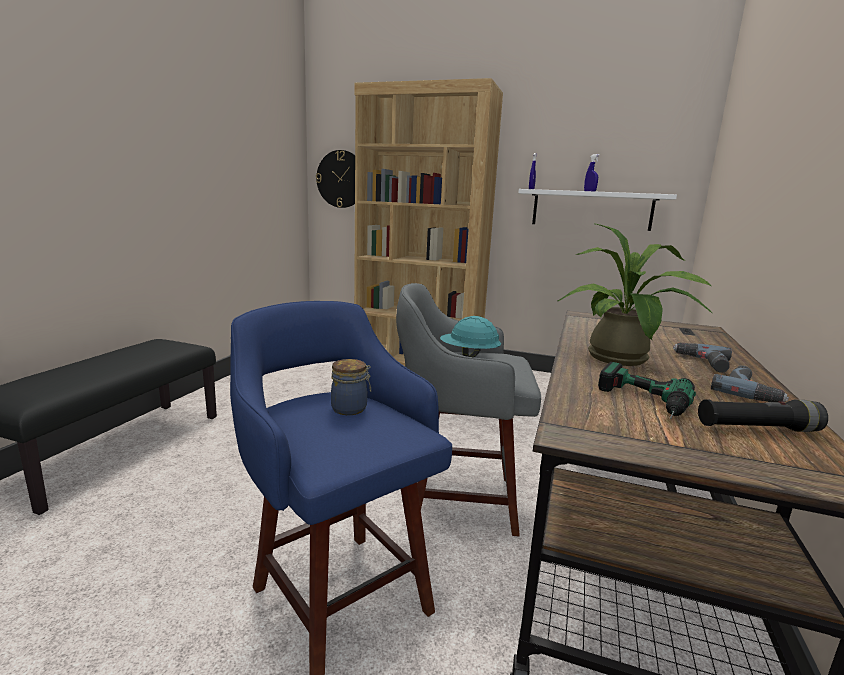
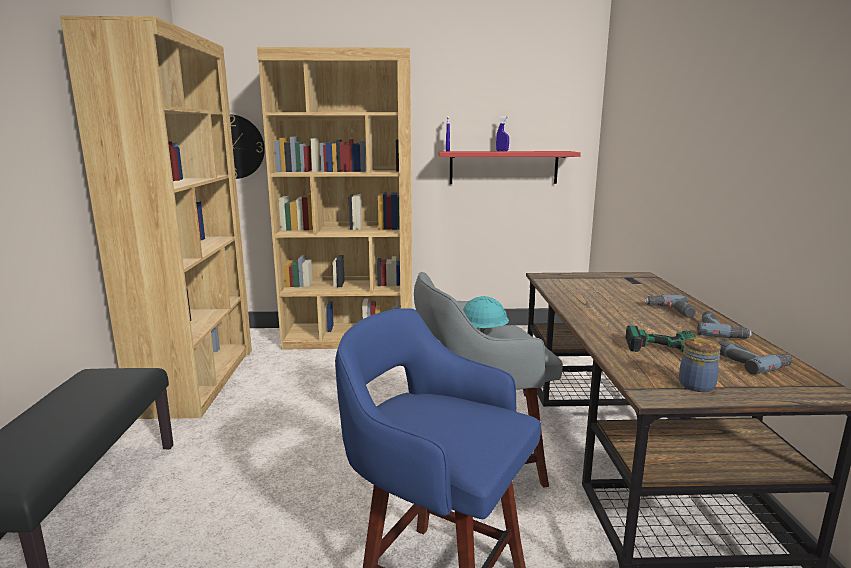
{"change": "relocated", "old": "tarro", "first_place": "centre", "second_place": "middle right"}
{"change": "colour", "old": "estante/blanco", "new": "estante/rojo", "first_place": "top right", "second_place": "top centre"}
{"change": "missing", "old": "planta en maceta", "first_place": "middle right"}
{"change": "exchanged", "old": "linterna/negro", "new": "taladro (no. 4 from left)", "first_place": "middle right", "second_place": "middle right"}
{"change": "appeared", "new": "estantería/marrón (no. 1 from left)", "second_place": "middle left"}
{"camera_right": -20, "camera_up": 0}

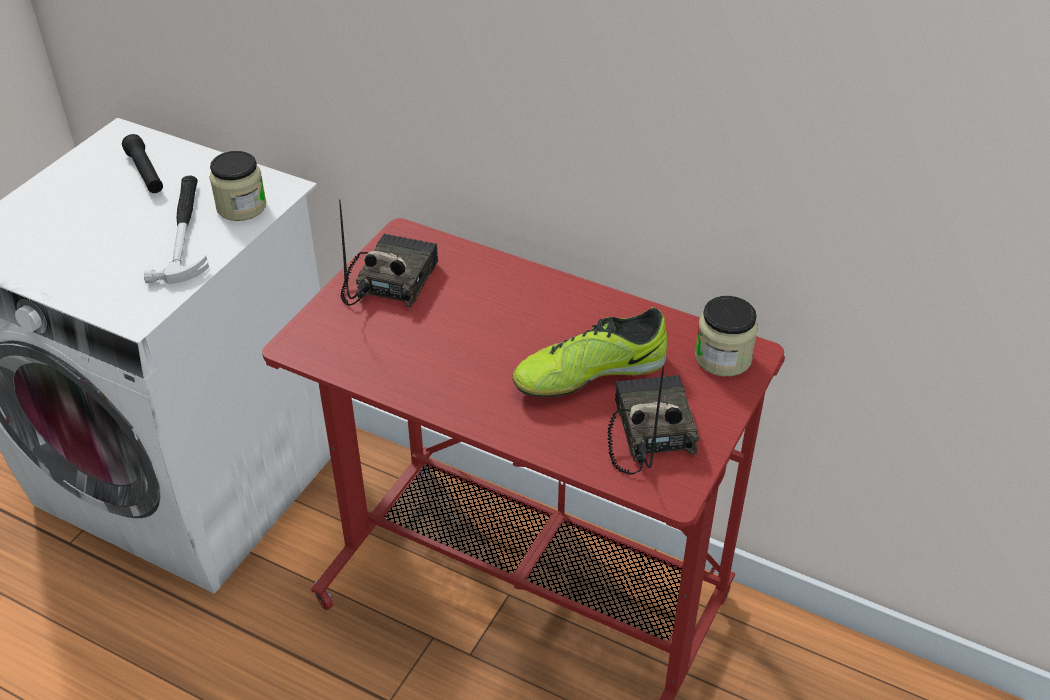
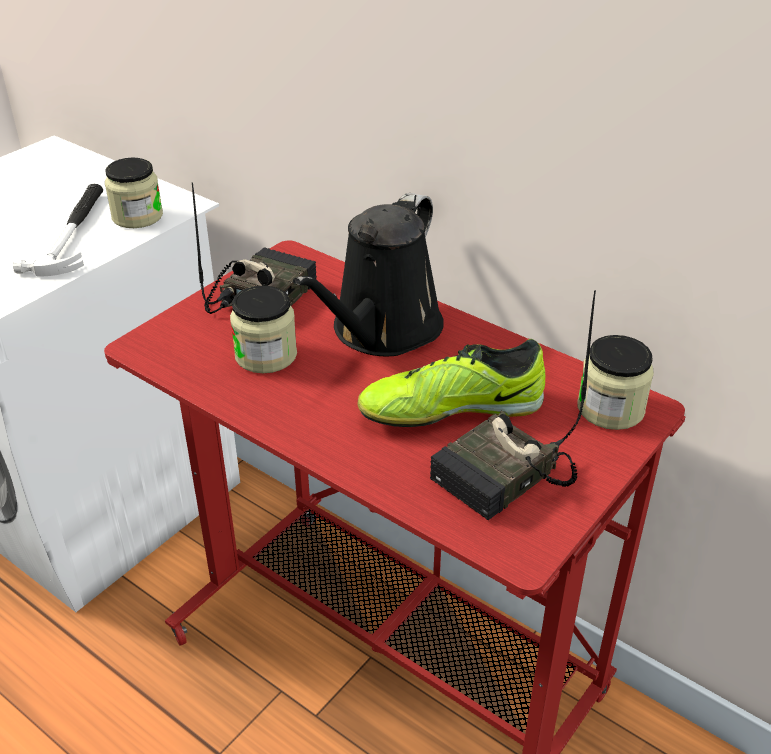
{"change": "missing", "old": "linterna/negro", "first_place": "top left"}
{"change": "spun", "old": "radio (no. 2 from left)", "first_place": "centre", "second_place": "centre", "degrees": -135}
{"change": "appeared", "new": "tarro (no. 2 from left)", "second_place": "centre"}
{"change": "appeared", "new": "regadera/negro", "second_place": "centre"}
{"camera_right": 10, "camera_up": -5}

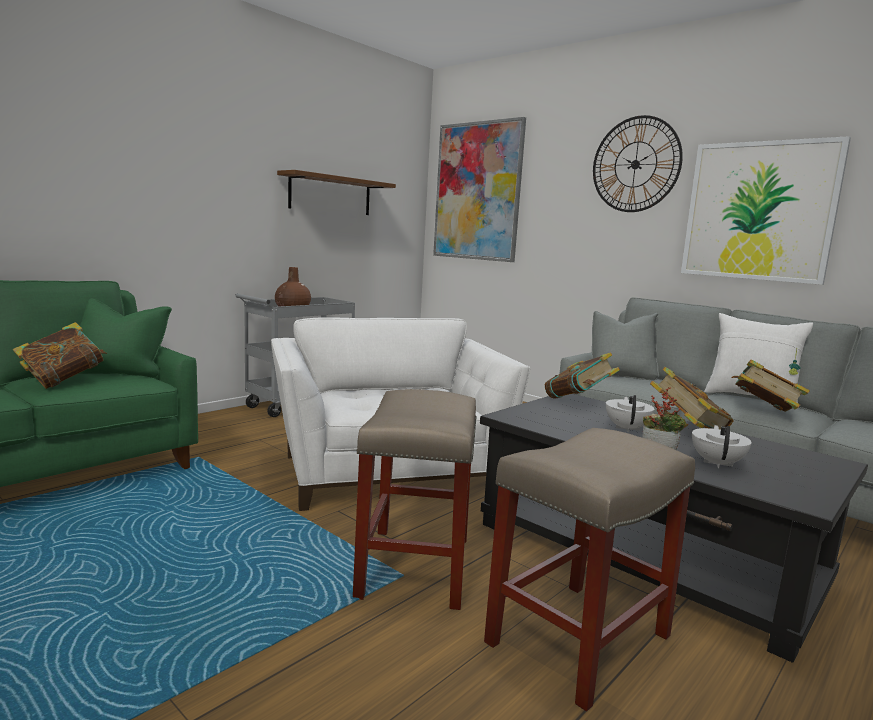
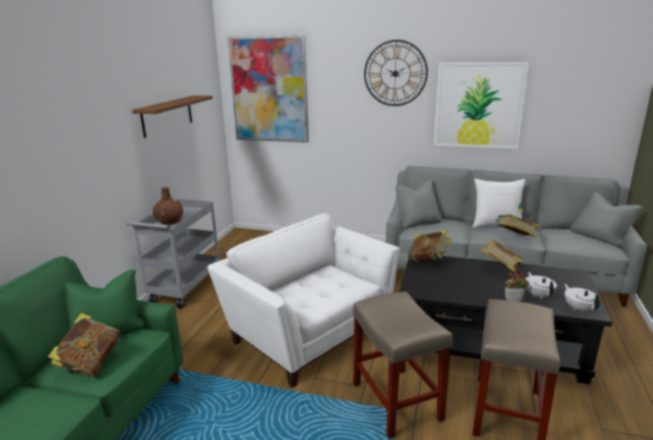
{"change": "relocated", "old": "tetera/blanco (no. 1 from left in the first image)", "new": "tetera/blanco (no. 2 from left)", "first_place": "middle right", "second_place": "bottom right"}
{"camera_right": -25, "camera_up": 10}

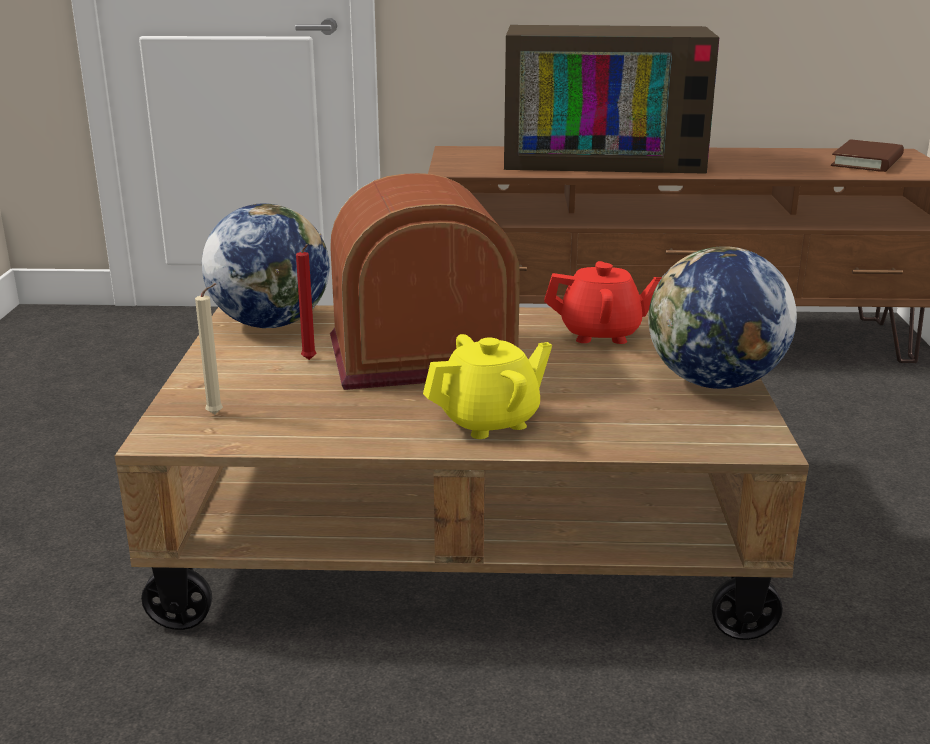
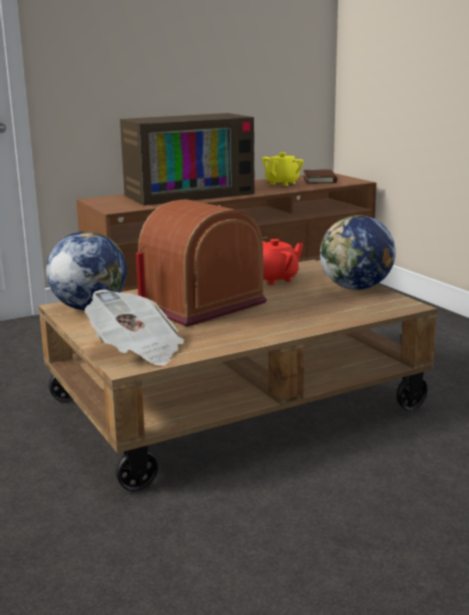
{"change": "exchanged", "old": "vela/beis", "new": "periódico", "first_place": "middle left", "second_place": "middle left"}
{"change": "relocated", "old": "tetera/amarillo", "first_place": "centre", "second_place": "top centre"}
{"camera_right": -30, "camera_up": -5}

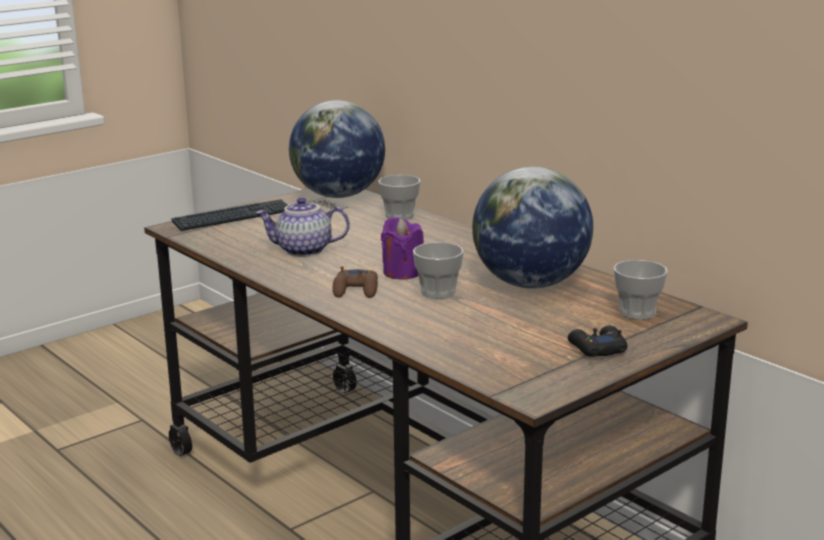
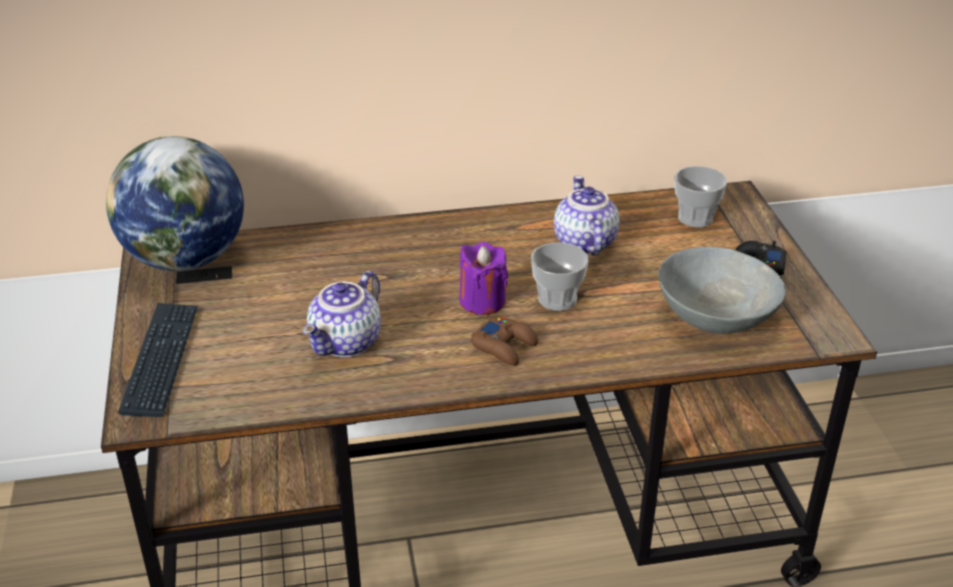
{"change": "missing", "old": "taza (no. 1 from left)", "first_place": "centre"}
{"change": "exchanged", "old": "globo terráqueo (no. 2 from left)", "new": "tetera (no. 2 from left)", "first_place": "centre", "second_place": "centre"}
{"change": "appeared", "new": "cuenco/gris", "second_place": "middle right"}
{"camera_right": -60, "camera_up": 15}

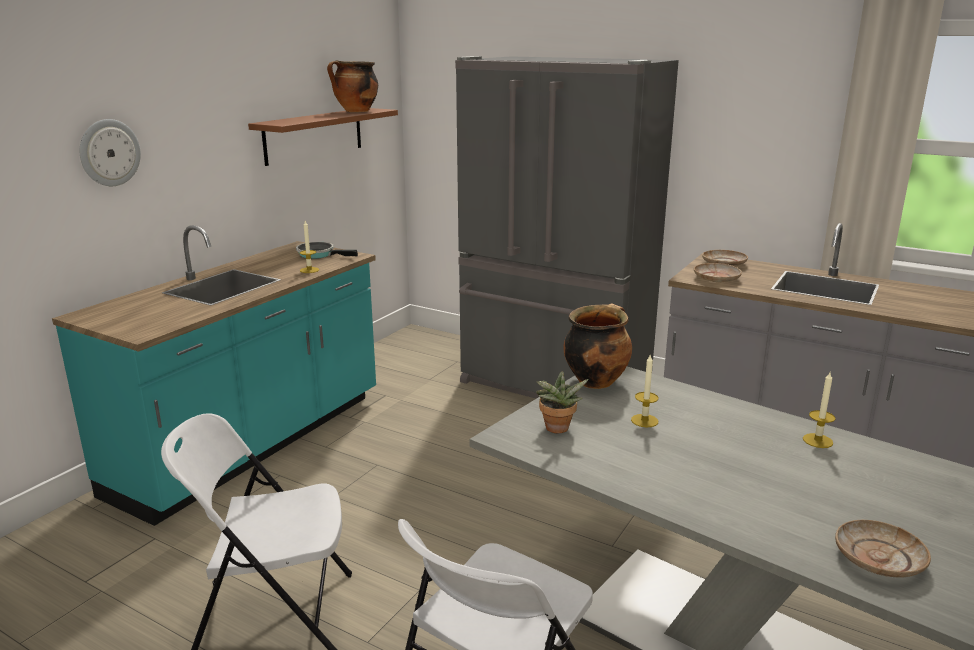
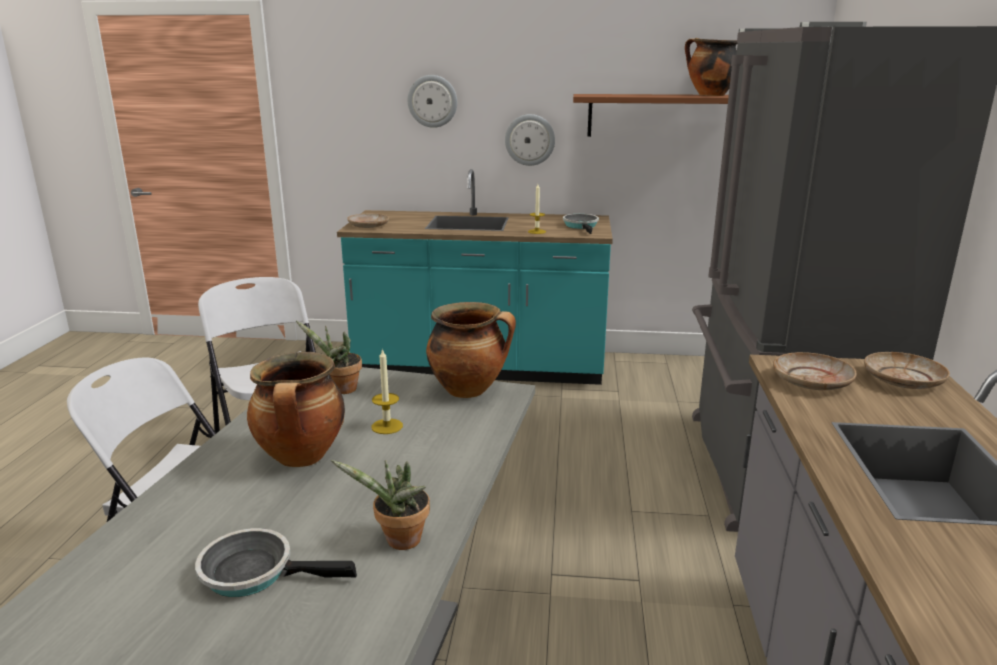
{"change": "exchanged", "old": "vela (no. 3 from left)", "new": "planta en maceta (no. 2 from left)", "first_place": "middle right", "second_place": "bottom centre"}
{"change": "relocated", "old": "plato/beis (no. 3 from left in the first image)", "new": "plato/beis (no. 1 from left)", "first_place": "bottom right", "second_place": "top centre"}
{"change": "appeared", "new": "sartén (no. 1 from left)", "second_place": "bottom left"}
{"change": "appeared", "new": "olla (no. 1 from left)", "second_place": "middle left"}
{"change": "appeared", "new": "reloj de pared (no. 2 from left)", "second_place": "top centre"}
{"camera_right": 65, "camera_up": 0}

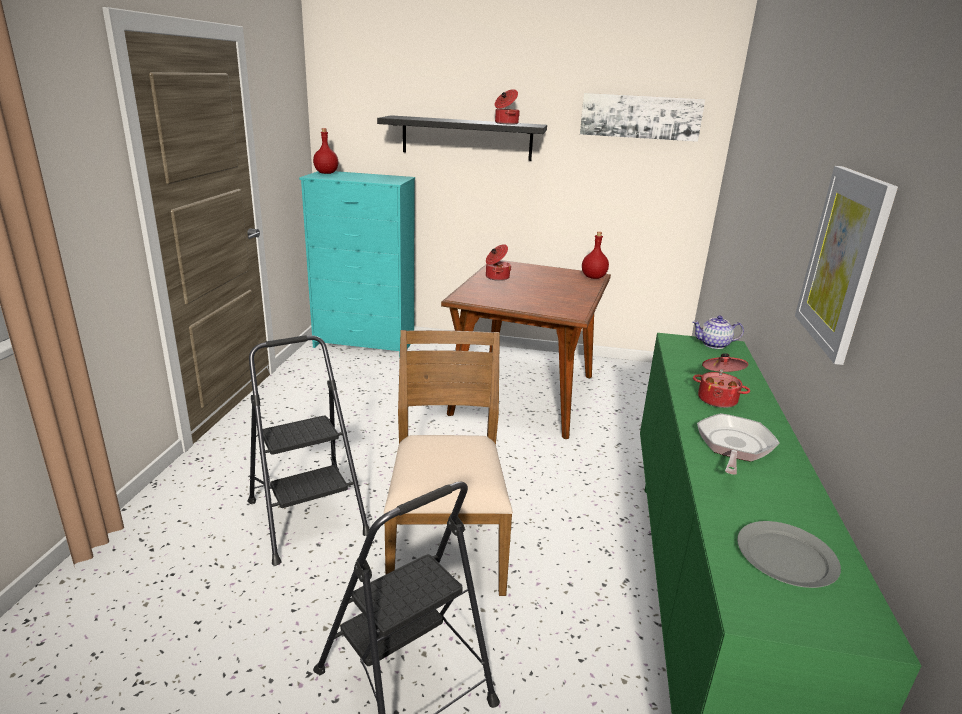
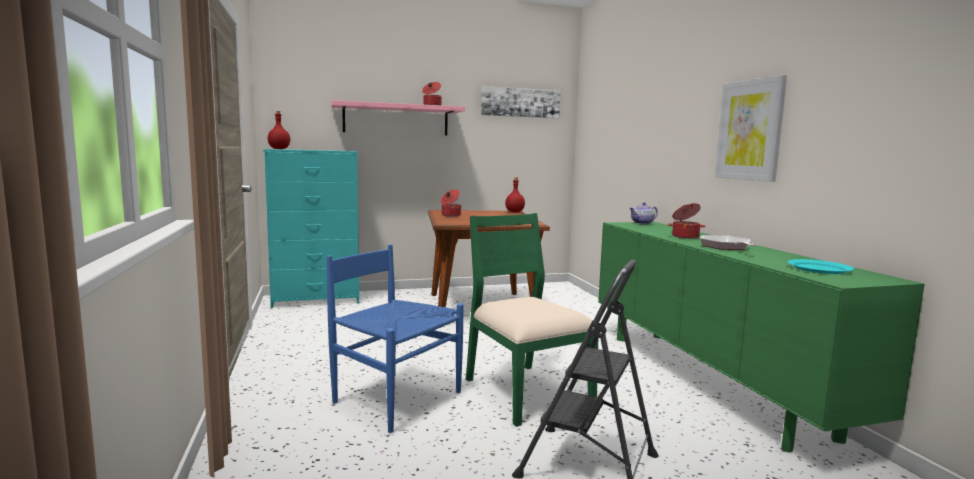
{"change": "exchanged", "old": "escalera de tijera/negro (no. 1 from left)", "new": "silla/azul", "first_place": "middle left", "second_place": "bottom centre"}
{"change": "colour", "old": "estante/negro", "new": "estante/rosa", "first_place": "top centre", "second_place": "top centre"}
{"change": "colour", "old": "silla/marrón", "new": "silla/verde", "first_place": "centre", "second_place": "bottom centre"}
{"change": "colour", "old": "plato/gris", "new": "plato/turquesa", "first_place": "bottom right", "second_place": "middle right"}
{"camera_right": -25, "camera_up": -15}

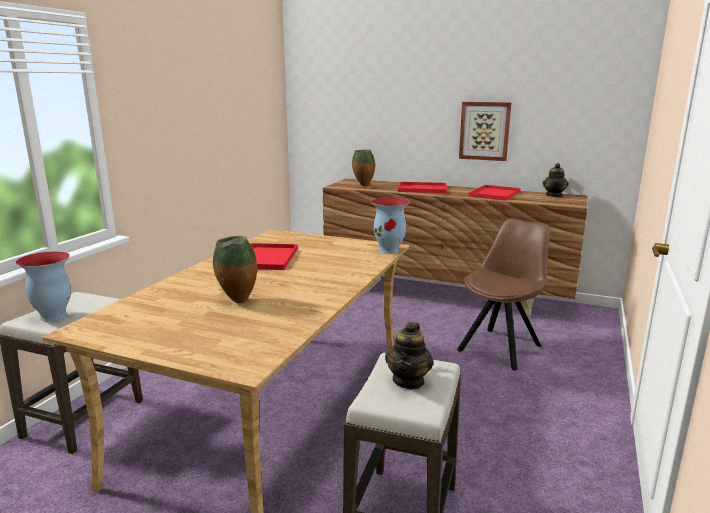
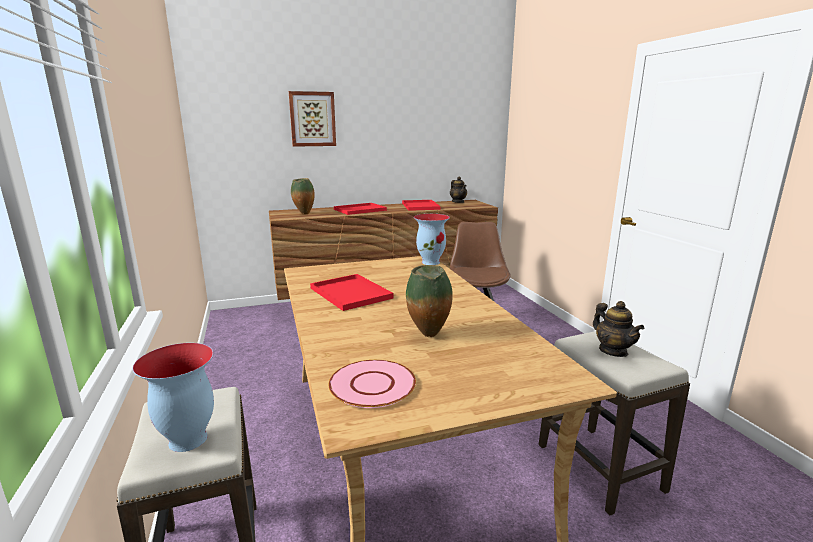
{"change": "relocated", "old": "cuadro", "first_place": "top right", "second_place": "top centre"}
{"change": "appeared", "new": "plato/rosa", "second_place": "bottom centre"}
{"camera_right": -40, "camera_up": 0}

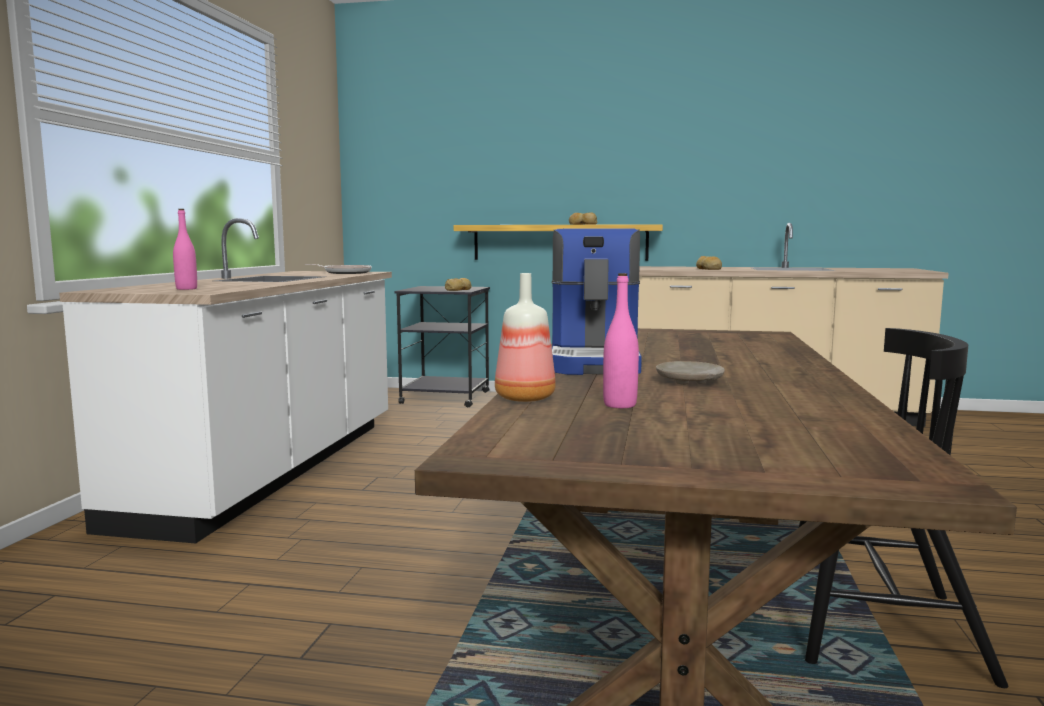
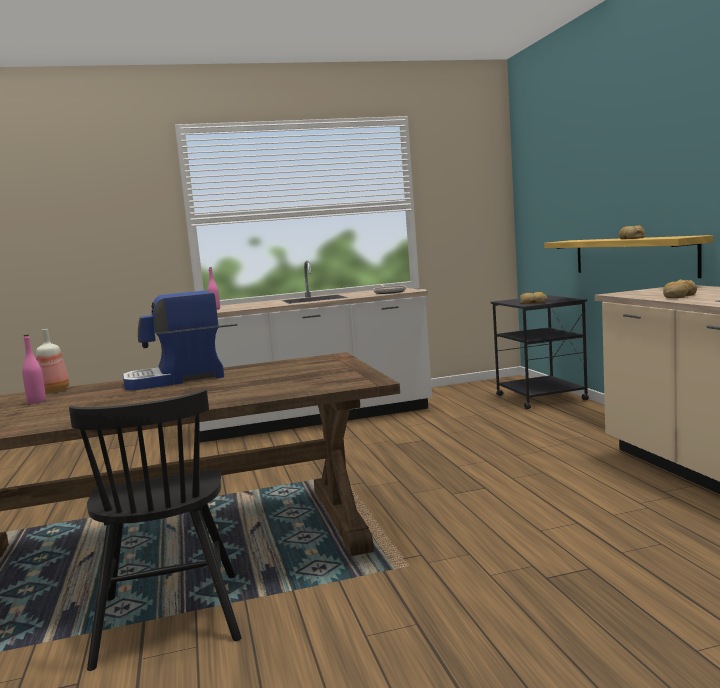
{"change": "missing", "old": "plato/beis", "first_place": "centre"}
{"camera_right": 65, "camera_up": 0}

